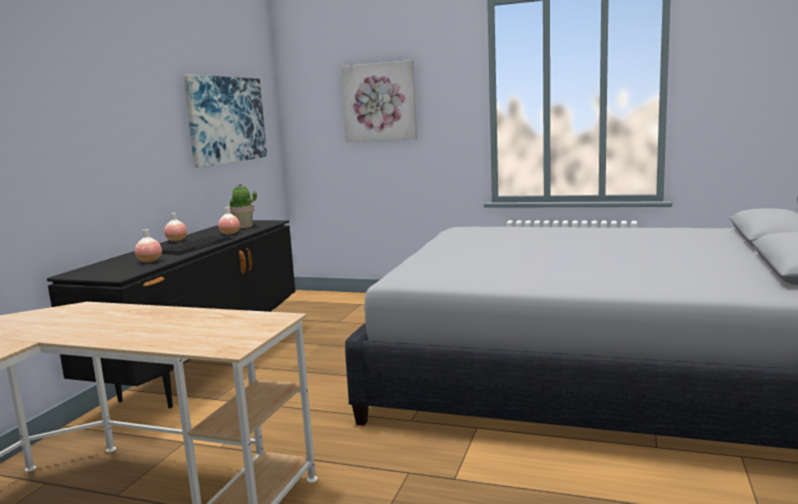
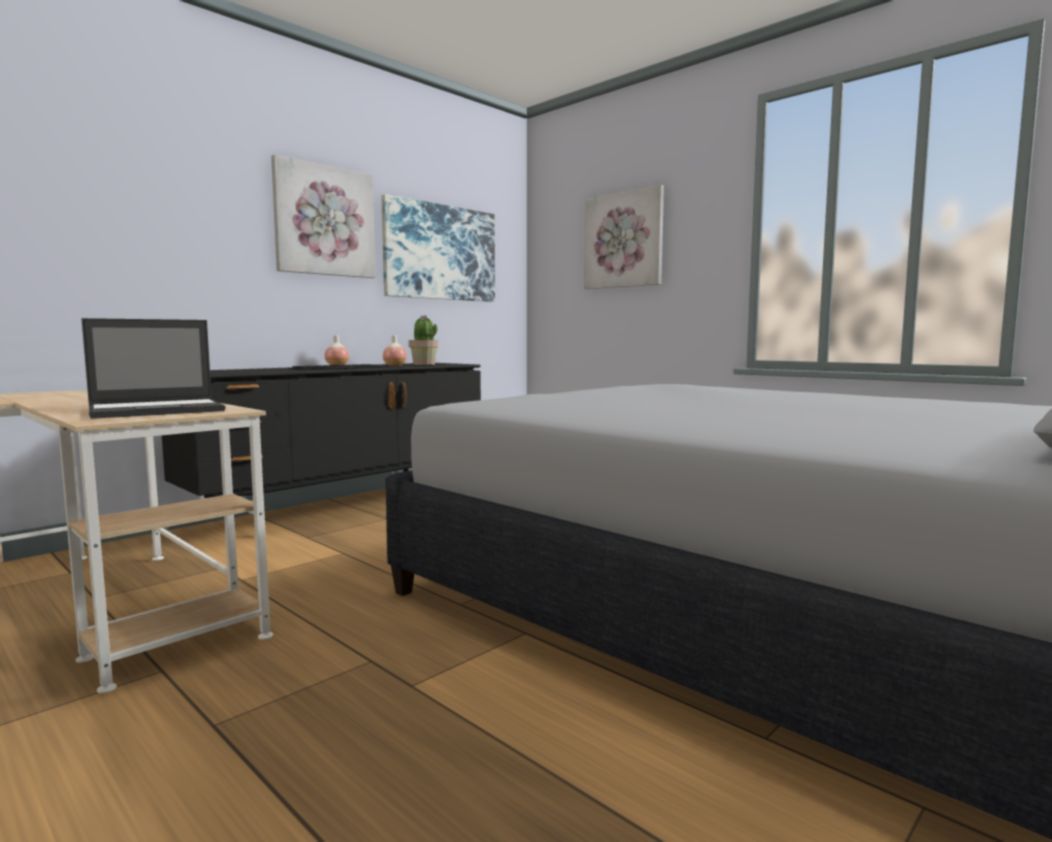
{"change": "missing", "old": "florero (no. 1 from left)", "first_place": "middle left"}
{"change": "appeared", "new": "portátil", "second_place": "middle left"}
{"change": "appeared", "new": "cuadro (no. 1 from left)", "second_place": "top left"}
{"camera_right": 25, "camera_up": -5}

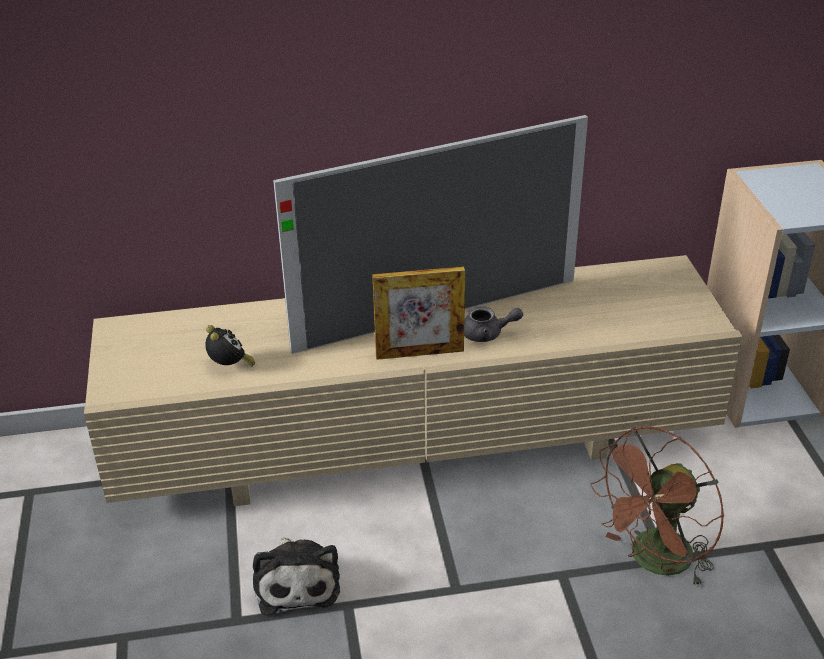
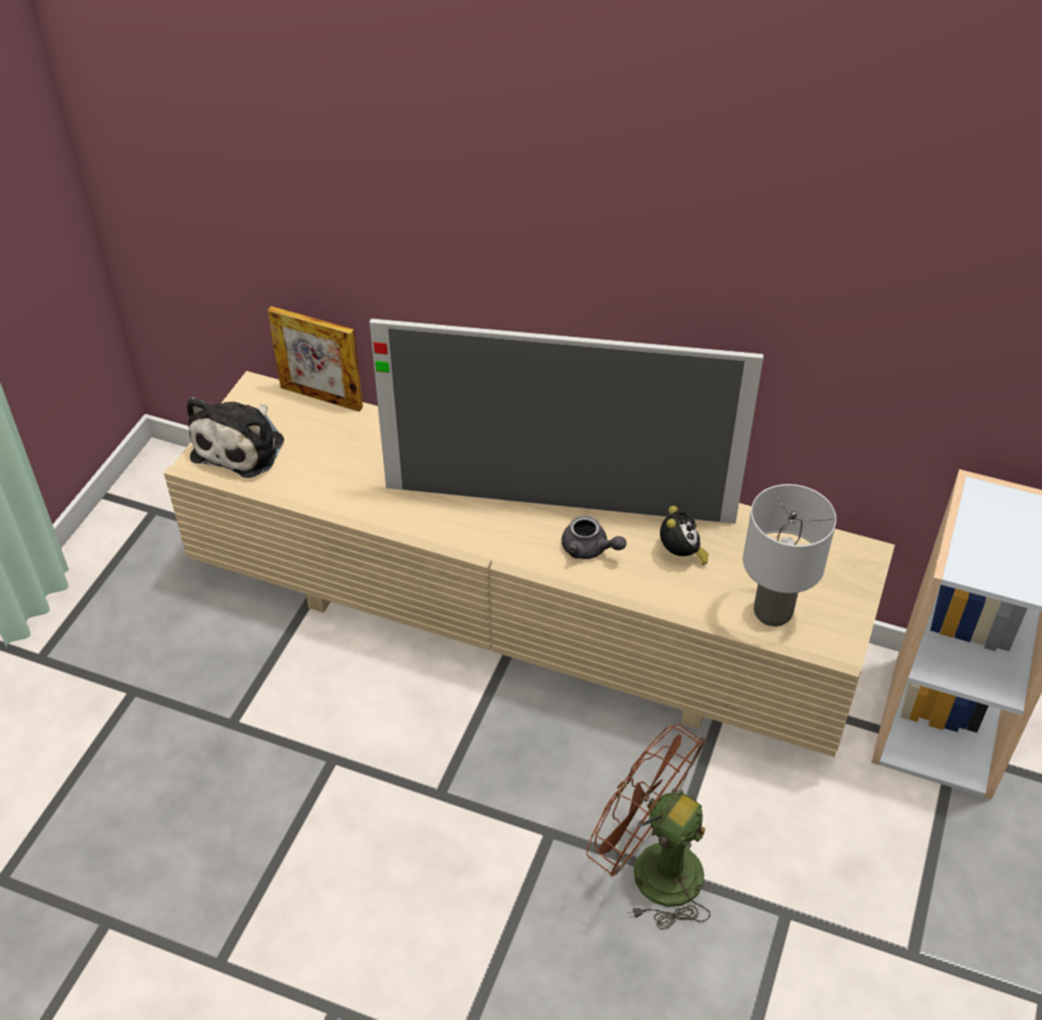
{"change": "relocated", "old": "despertador", "first_place": "middle left", "second_place": "centre"}
{"change": "relocated", "old": "peluche", "first_place": "bottom centre", "second_place": "middle left"}
{"change": "relocated", "old": "portarretratos", "first_place": "centre", "second_place": "middle left"}
{"change": "spun", "old": "ventilador/marrón", "first_place": "bottom right", "second_place": "bottom centre", "degrees": 45}
{"change": "appeared", "new": "lámpara de mesa/blanco", "second_place": "middle right"}
{"camera_right": 30, "camera_up": 10}

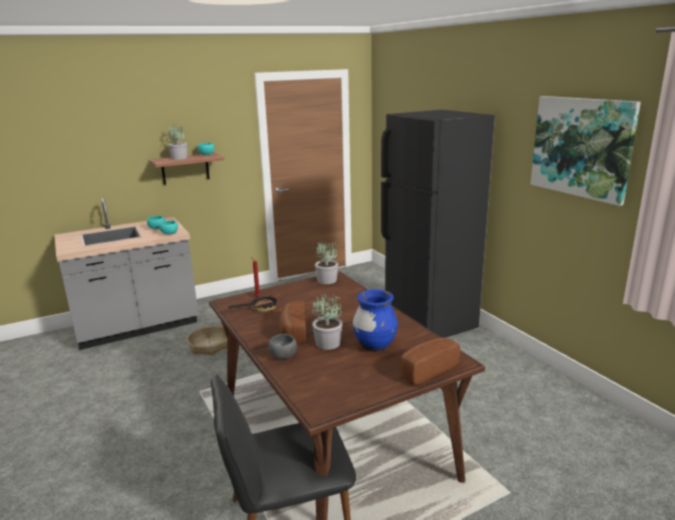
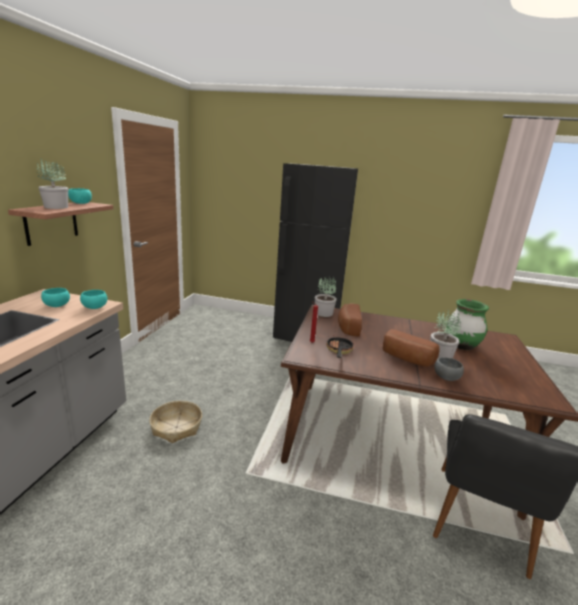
{"change": "colour", "old": "florero/azul", "new": "florero/verde", "first_place": "centre", "second_place": "middle right"}
{"change": "relocated", "old": "pan (no. 2 from left in the first image)", "new": "pan (no. 1 from left)", "first_place": "bottom centre", "second_place": "centre"}
{"change": "missing", "old": "cuadro", "first_place": "top right"}
{"camera_right": -50, "camera_up": 0}

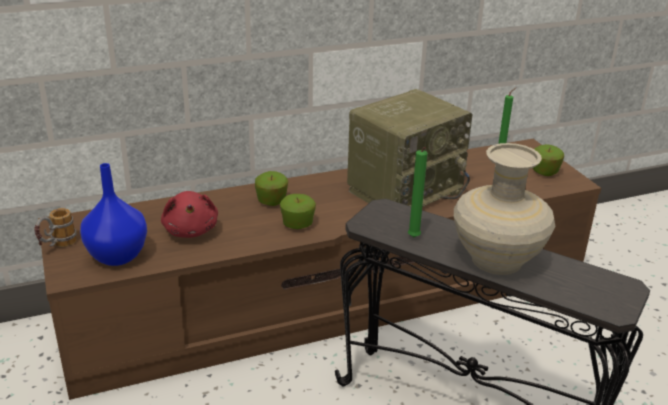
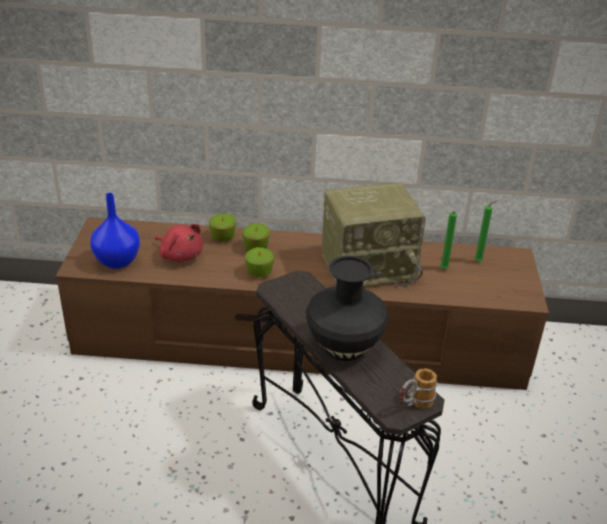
{"change": "relocated", "old": "taza grande", "first_place": "middle left", "second_place": "bottom right"}
{"change": "spun", "old": "peluche/rojo", "first_place": "middle left", "second_place": "middle left", "degrees": -60}
{"change": "relocated", "old": "vela/verde (no. 1 from left)", "first_place": "centre", "second_place": "middle right"}
{"change": "colour", "old": "florero/beis", "new": "florero/negro", "first_place": "middle right", "second_place": "centre"}
{"change": "relocated", "old": "manzana (no. 3 from left in the first image)", "new": "manzana (no. 1 from left)", "first_place": "middle right", "second_place": "centre"}
{"camera_right": 25, "camera_up": 5}

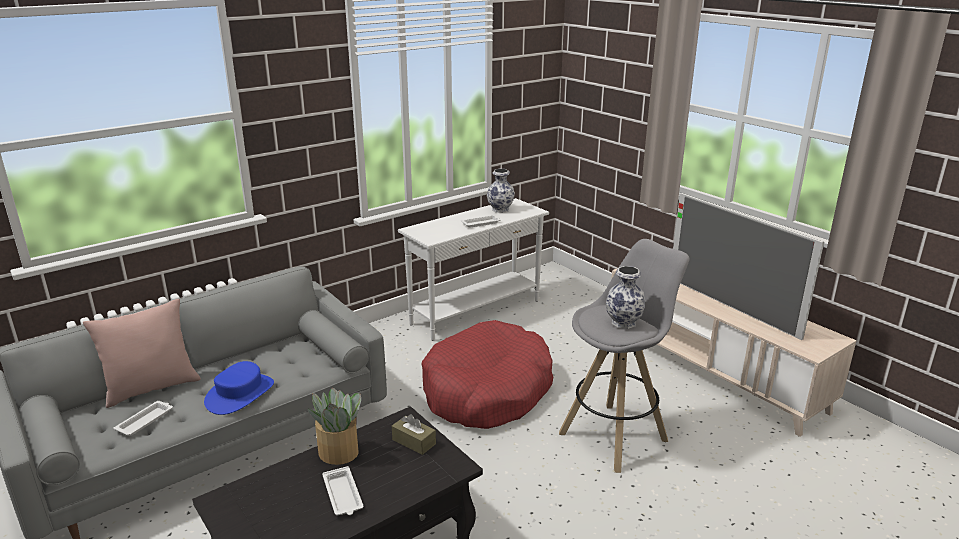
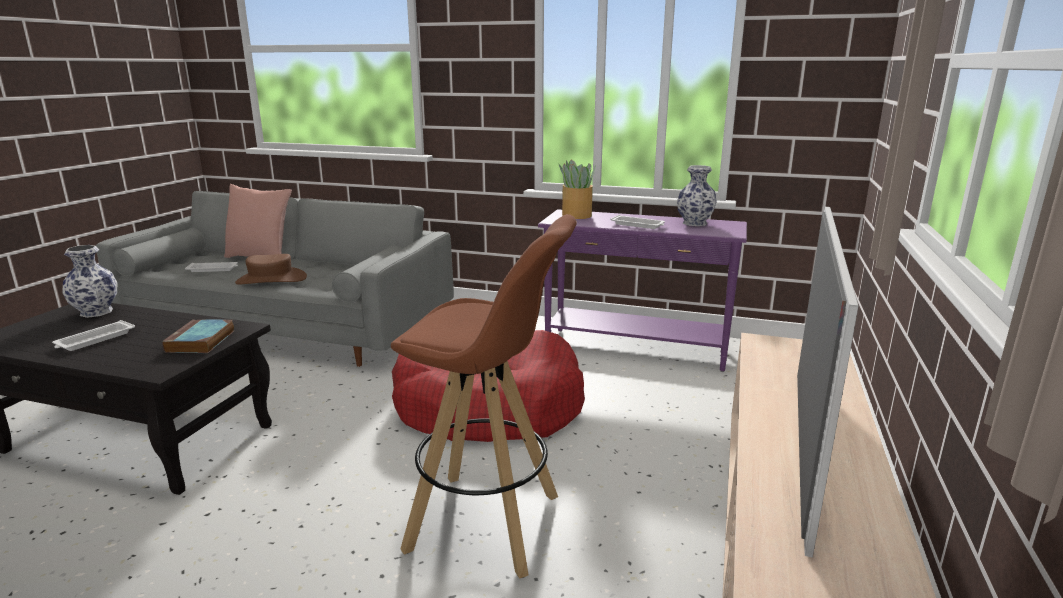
{"change": "colour", "old": "sombrero/azul", "new": "sombrero/marrón", "first_place": "bottom left", "second_place": "middle left"}
{"change": "relocated", "old": "planta en maceta", "first_place": "bottom centre", "second_place": "top centre"}
{"change": "exchanged", "old": "caja de pañuelos/marrón", "new": "libro", "first_place": "bottom centre", "second_place": "middle left"}
{"change": "colour", "old": "mesa consola/blanco", "new": "mesa consola/morado", "first_place": "centre", "second_place": "centre"}
{"change": "colour", "old": "taburete/gris", "new": "taburete/marrón", "first_place": "centre", "second_place": "centre"}
{"change": "relocated", "old": "florero (no. 2 from left in the first image)", "new": "florero (no. 1 from left)", "first_place": "centre", "second_place": "middle left"}
{"camera_right": 55, "camera_up": -5}

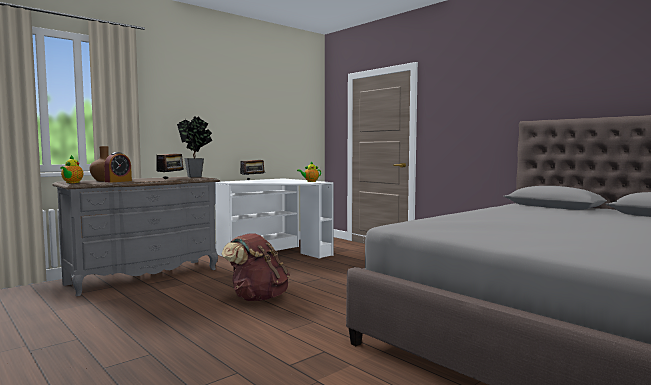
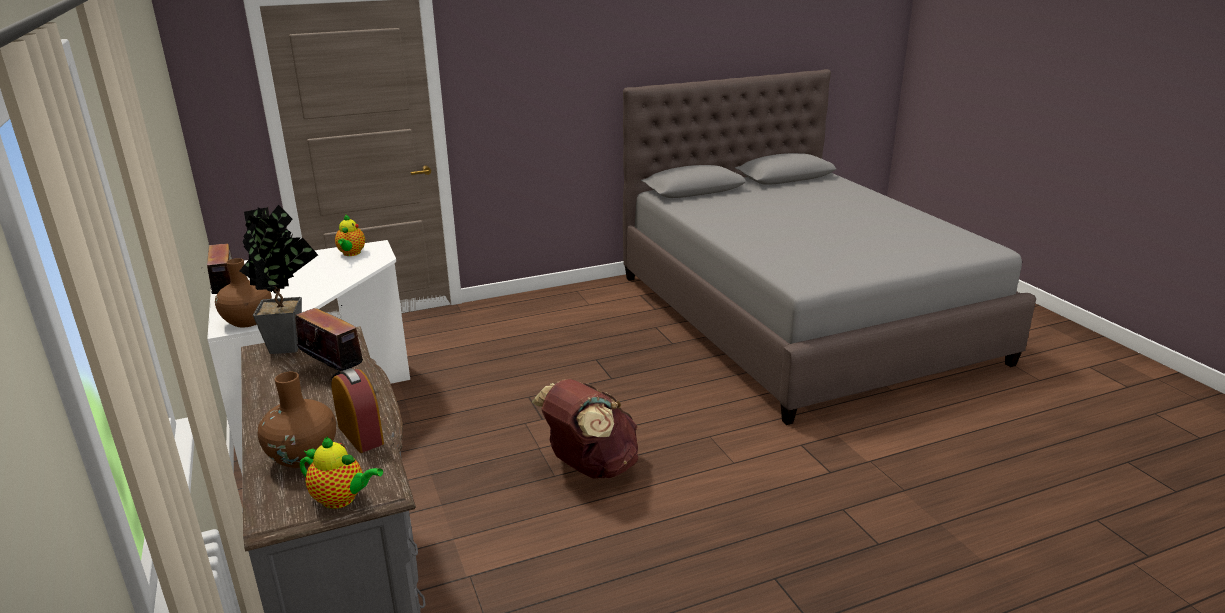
{"change": "appeared", "new": "florero/marrón (no. 1 from left)", "second_place": "middle left"}
{"camera_right": -70, "camera_up": 20}

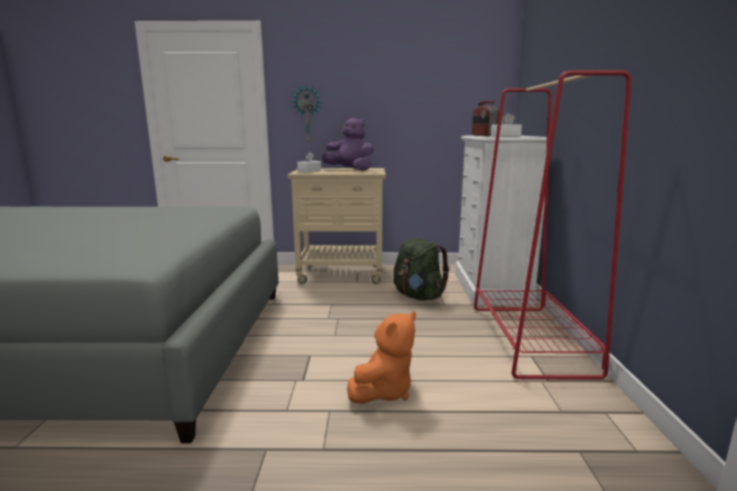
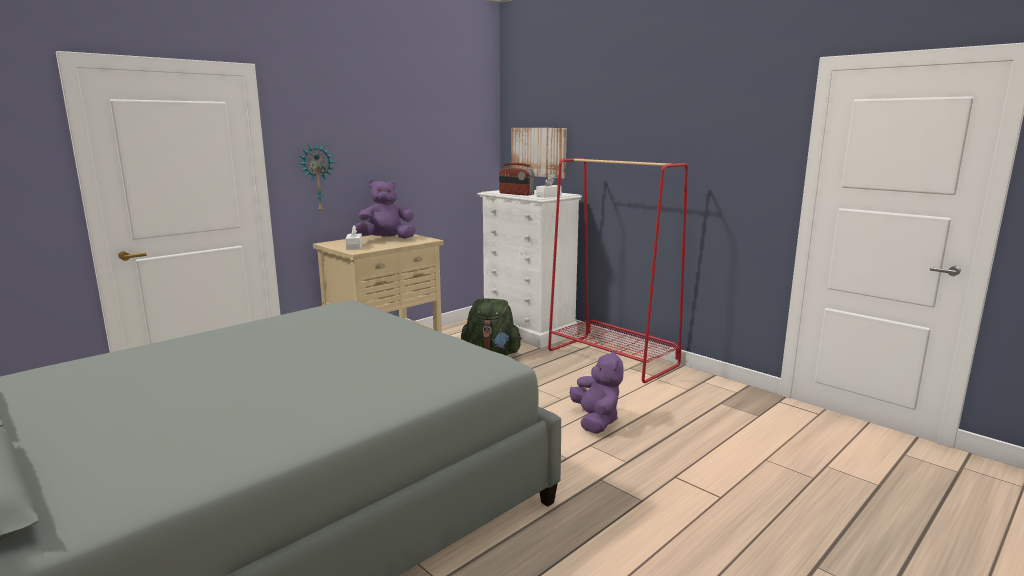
{"change": "colour", "old": "peluche/naranja", "new": "peluche/morado (no. 2 from left)", "first_place": "bottom centre", "second_place": "bottom centre"}
{"change": "appeared", "new": "cuadro", "second_place": "top centre"}
{"camera_right": -45, "camera_up": 0}

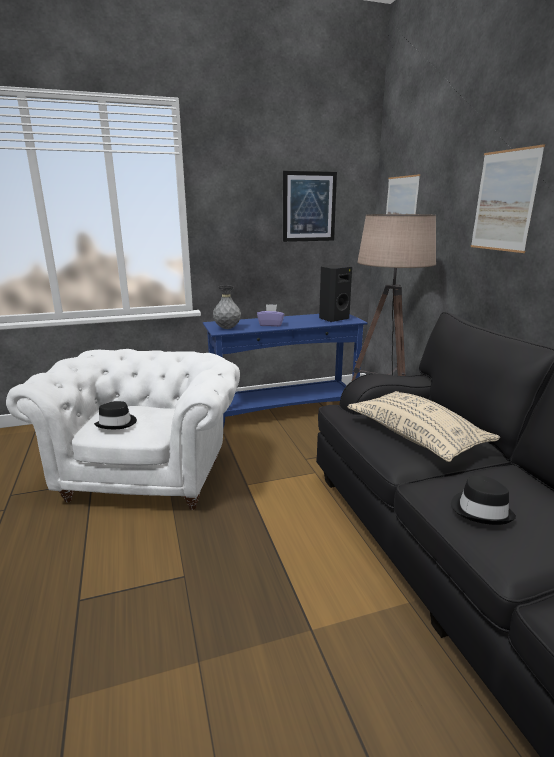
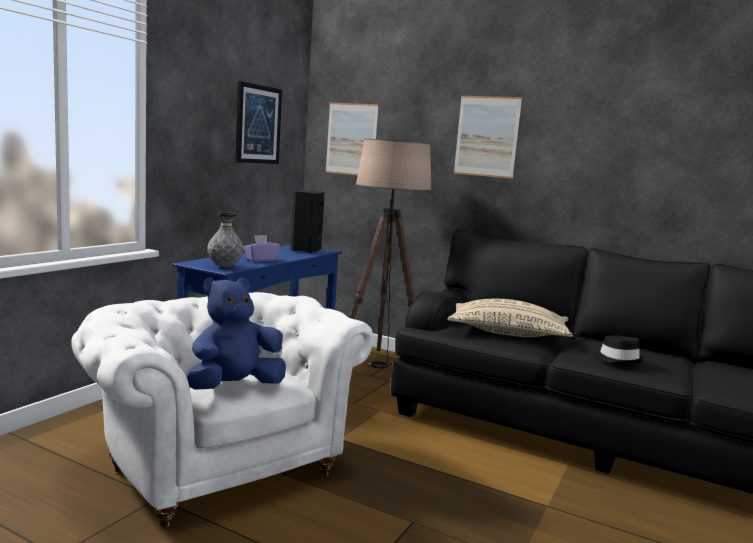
{"change": "exchanged", "old": "sombrero/negro (no. 1 from left)", "new": "peluche/azul", "first_place": "middle left", "second_place": "middle left"}
{"camera_right": -45, "camera_up": -10}

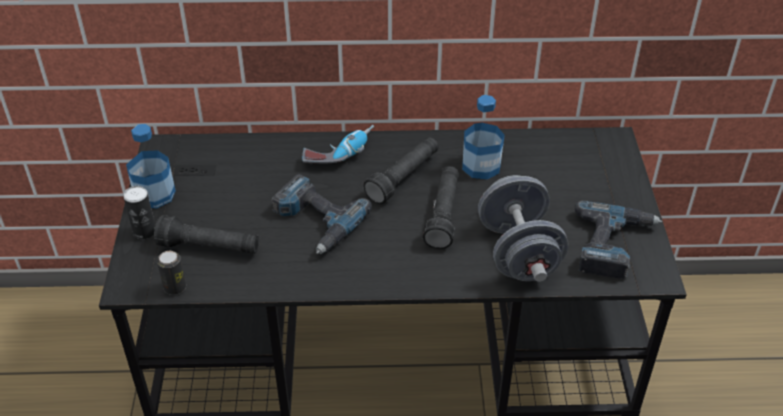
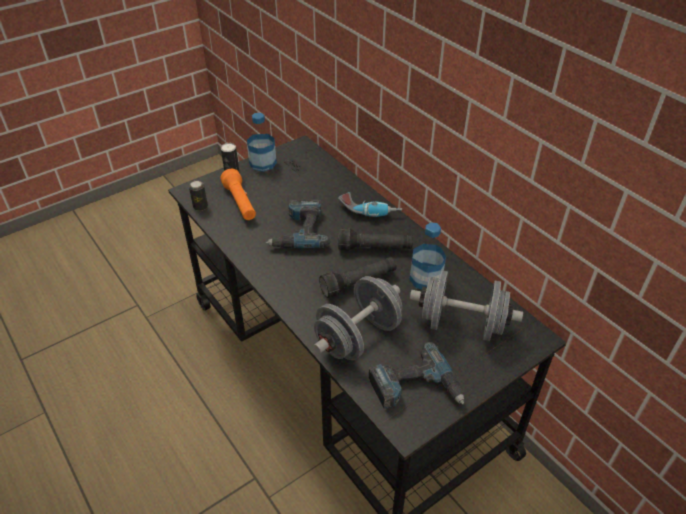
{"change": "colour", "old": "linterna/negro (no. 1 from left)", "new": "linterna/naranja", "first_place": "middle left", "second_place": "centre"}
{"change": "appeared", "new": "mancuerna/gris (no. 2 from left)", "second_place": "middle right"}
{"camera_right": 55, "camera_up": 0}

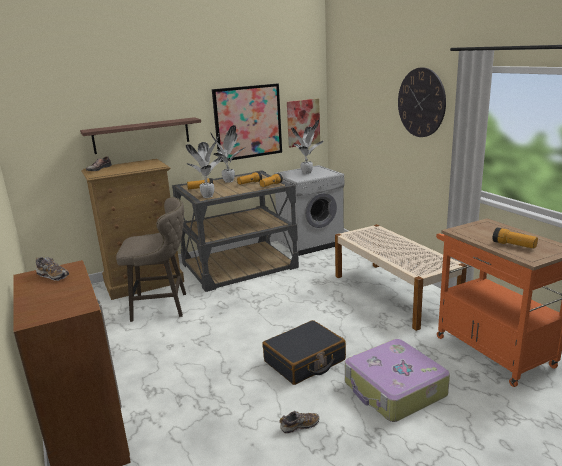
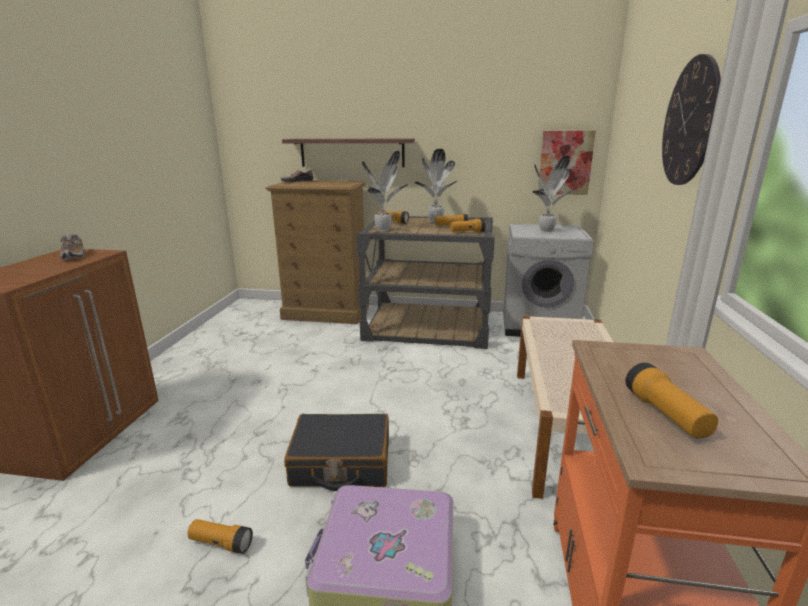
{"change": "missing", "old": "taburete/beis", "first_place": "middle left"}
{"change": "missing", "old": "cuadro (no. 1 from left)", "first_place": "top centre"}
{"change": "exchanged", "old": "zapato (no. 3 from left)", "new": "linterna (no. 1 from left)", "first_place": "bottom centre", "second_place": "bottom left"}
{"camera_right": 35, "camera_up": 0}

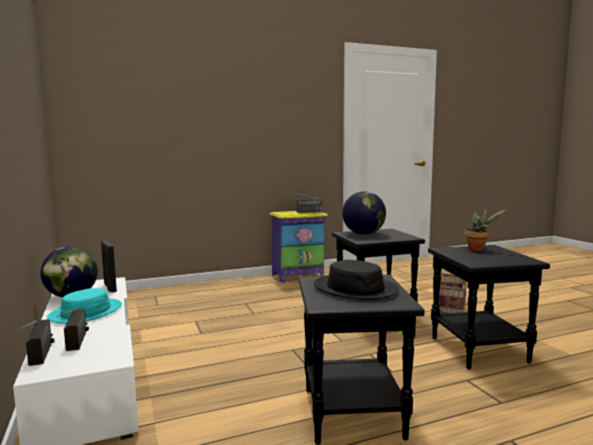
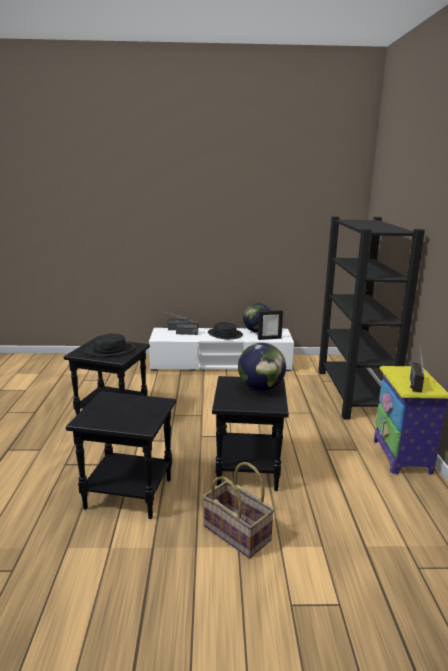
{"change": "colour", "old": "sombrero/turquesa", "new": "sombrero/negro (no. 2 from left)", "first_place": "bottom left", "second_place": "centre"}
{"change": "missing", "old": "planta en maceta", "first_place": "middle right"}
{"change": "appeared", "new": "estantería/negro", "second_place": "middle right"}
{"camera_right": 110, "camera_up": 10}

